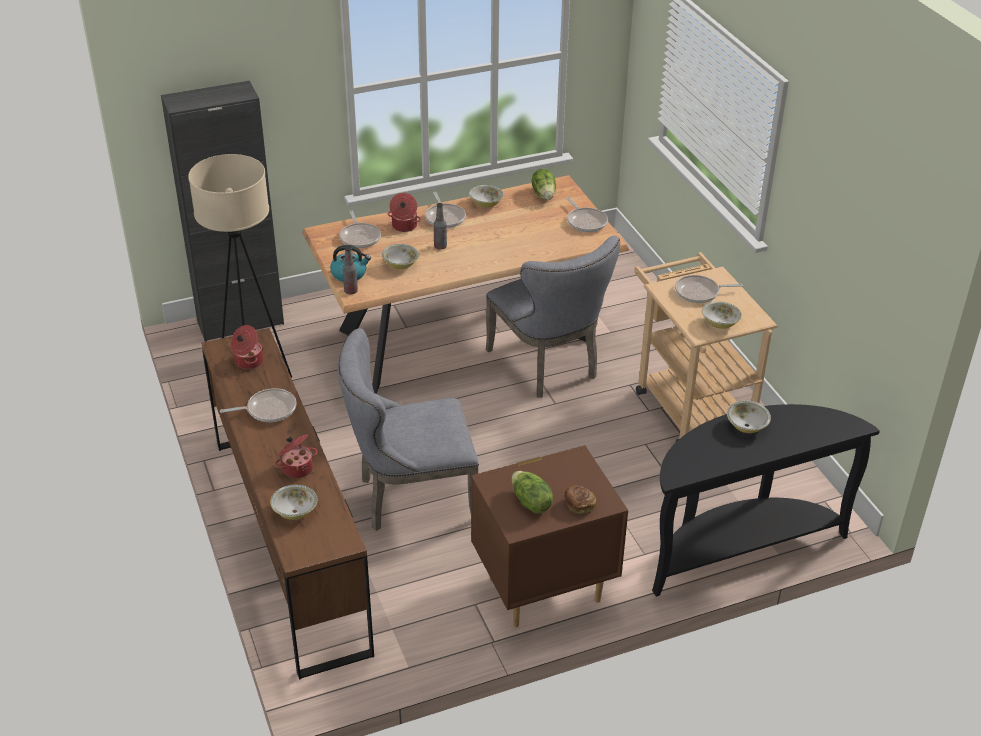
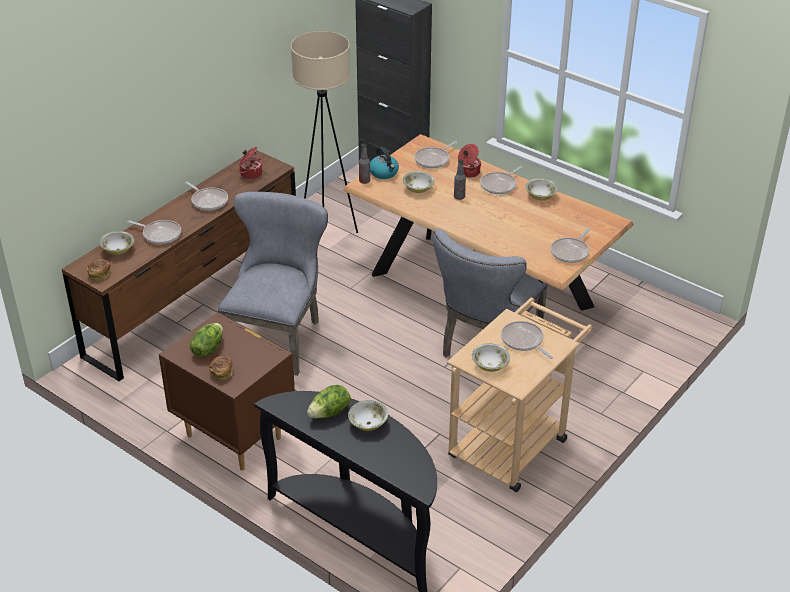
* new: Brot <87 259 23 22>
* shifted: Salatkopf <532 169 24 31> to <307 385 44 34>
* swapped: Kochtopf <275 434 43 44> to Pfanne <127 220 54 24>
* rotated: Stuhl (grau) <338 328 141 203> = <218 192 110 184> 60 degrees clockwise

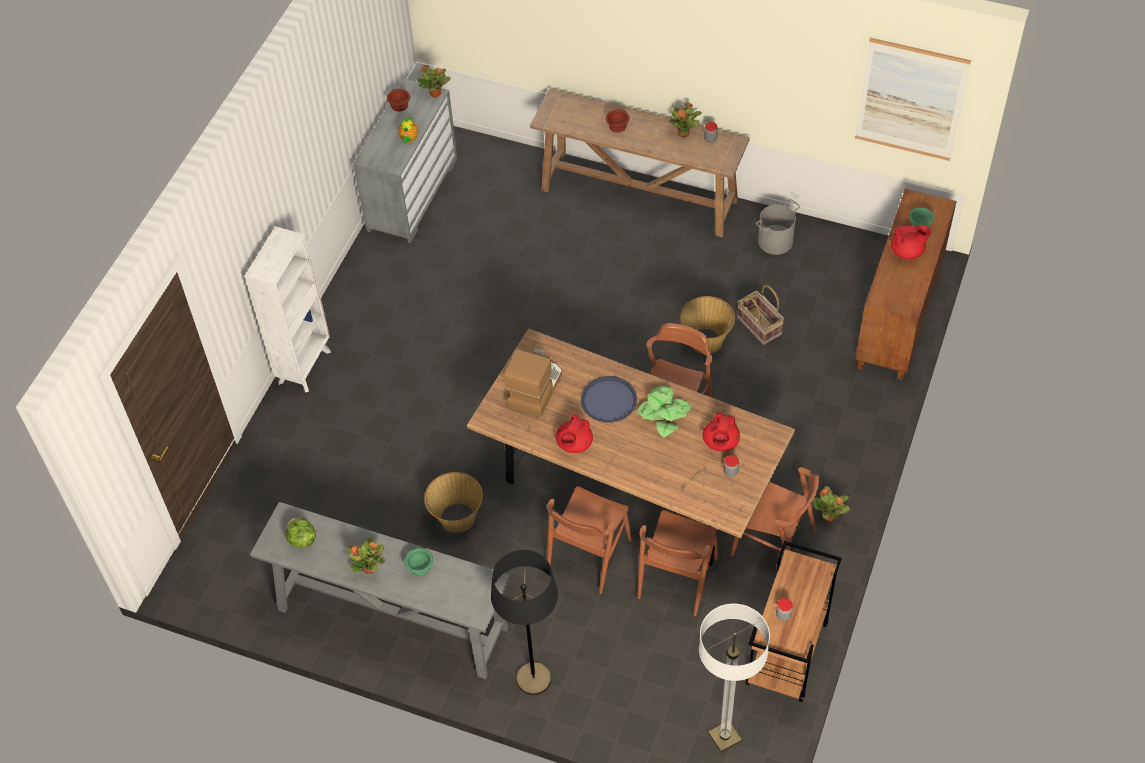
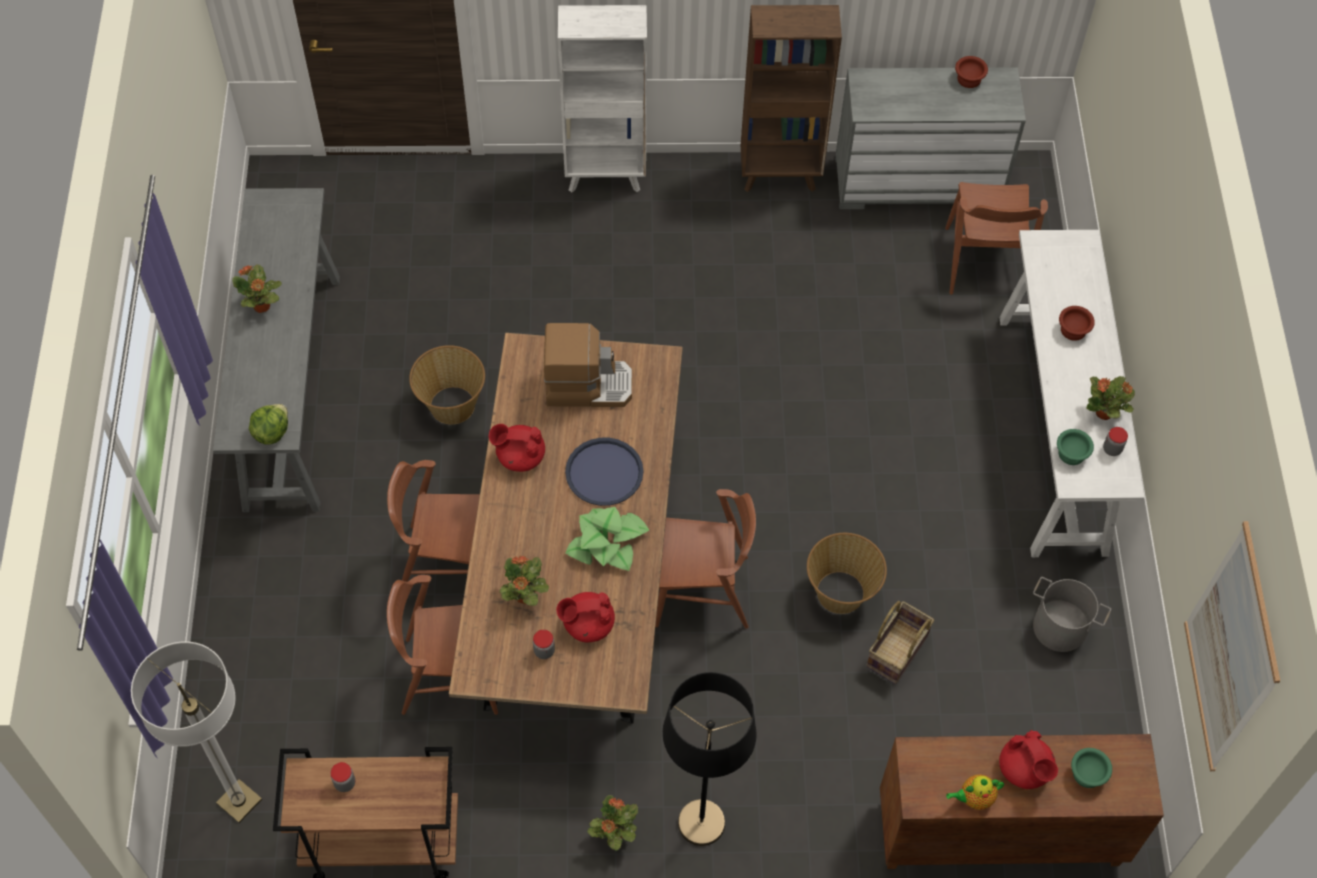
* new: Bücherregal (braun) <741 5 101 187>
* shifted: Salatkopf <286 518 30 30> to <249 404 39 41>
* shifted: Teekanne <398 117 20 26> to <946 774 58 36>
* shifted: Schüssel (grün) <404 548 29 28> to <1057 429 37 36>
* shifted: Topfpflanze <416 64 34 33> to <499 556 50 50>
* shifted: Stehlampe (schwarz) <491 549 67 146> to <663 672 94 174>
* shifted: Stuhl (braun) <731 467 88 89> to <945 182 103 113>
* repainted: Konsolentisch (braun) <530 88 220 149> to Konsolentisch (weiß) <999 230 145 327>

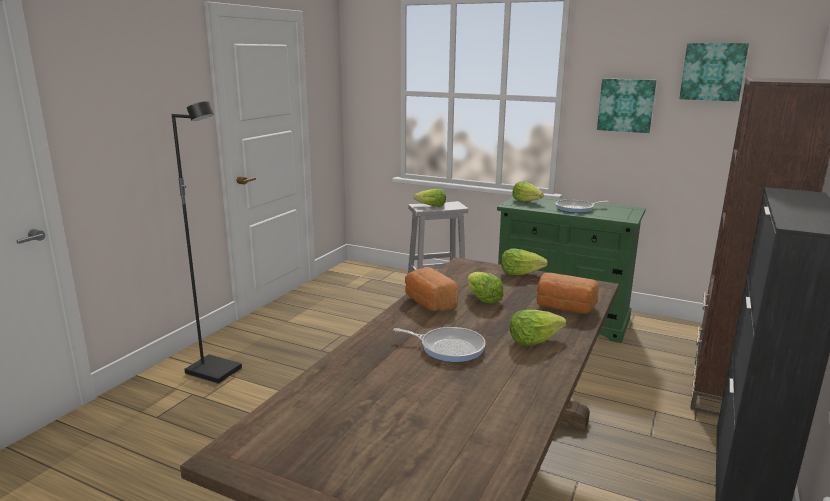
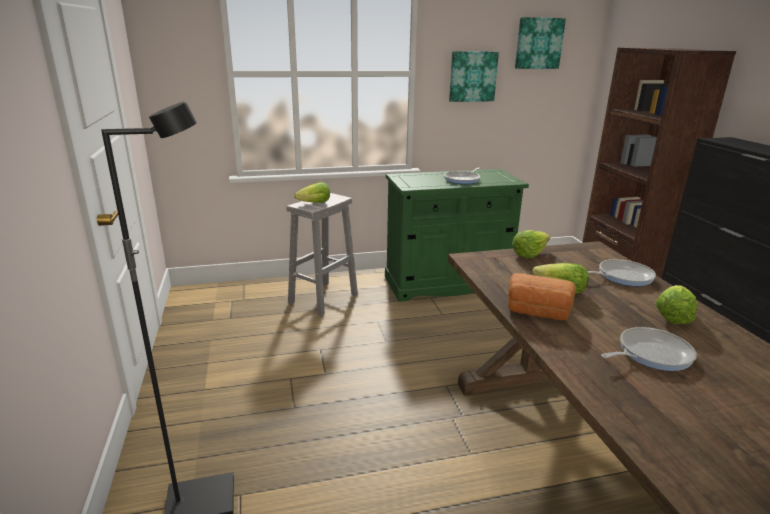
* gone: Salatkopf <512 181 32 21>
* swapped: Brot <537 273 62 41> to Pfanne <588 259 68 27>

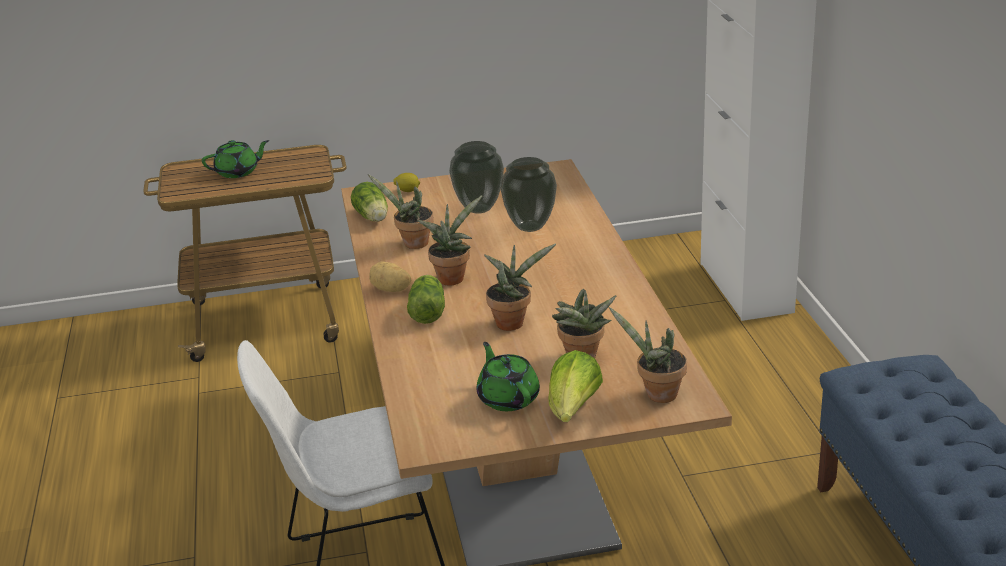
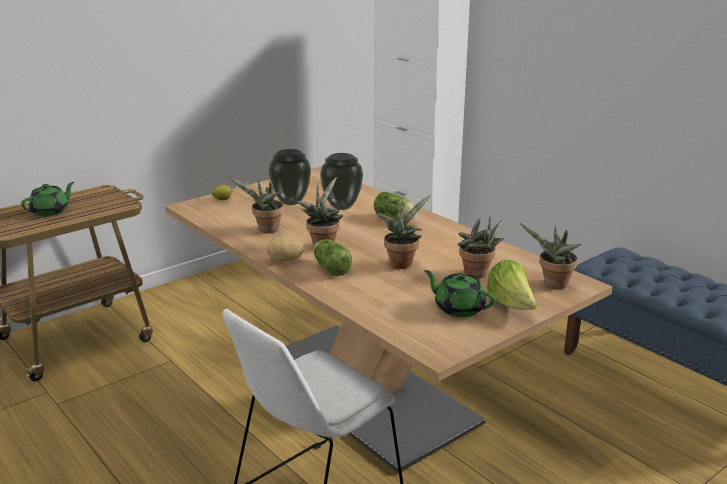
* shifted: Salatkopf <351 182 37 40> to <374 192 43 28>

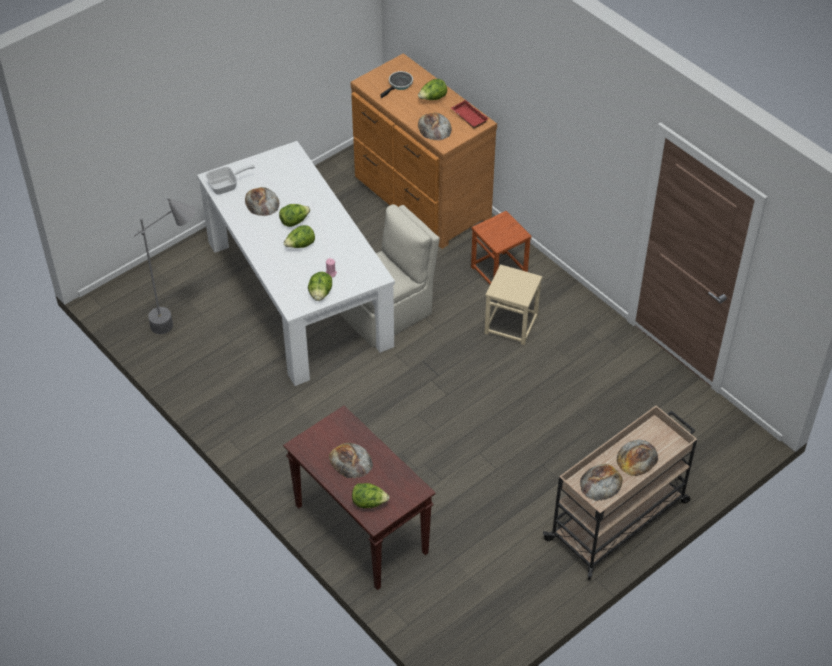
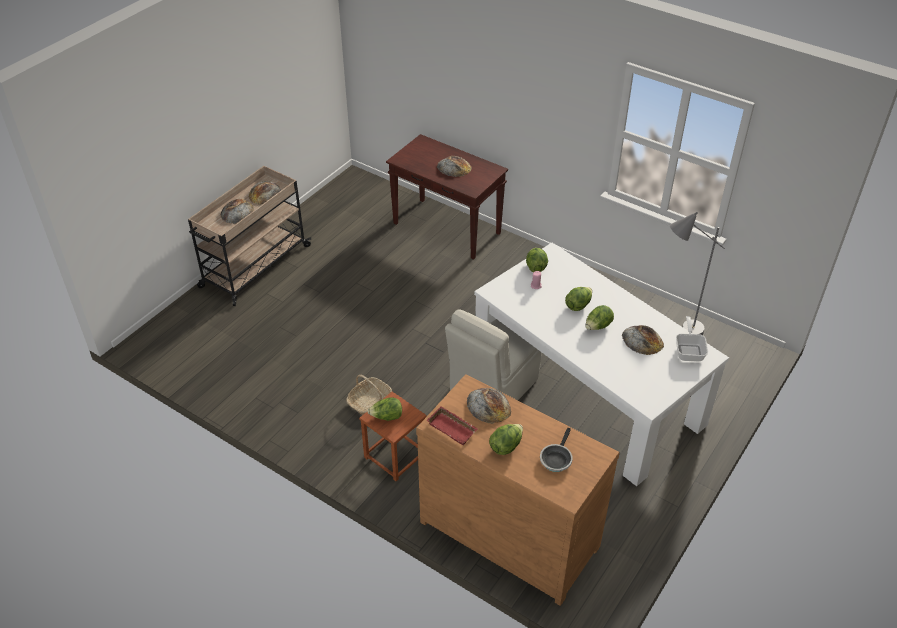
* shifted: Salatkopf <352 483 38 25> to <367 397 35 24>
* swapped: Hocker (beige) <484 264 58 81> to Korb <346 375 46 40>
* rotated: Pfanne <205 165 50 30> = <676 316 32 46> 135 degrees clockwise

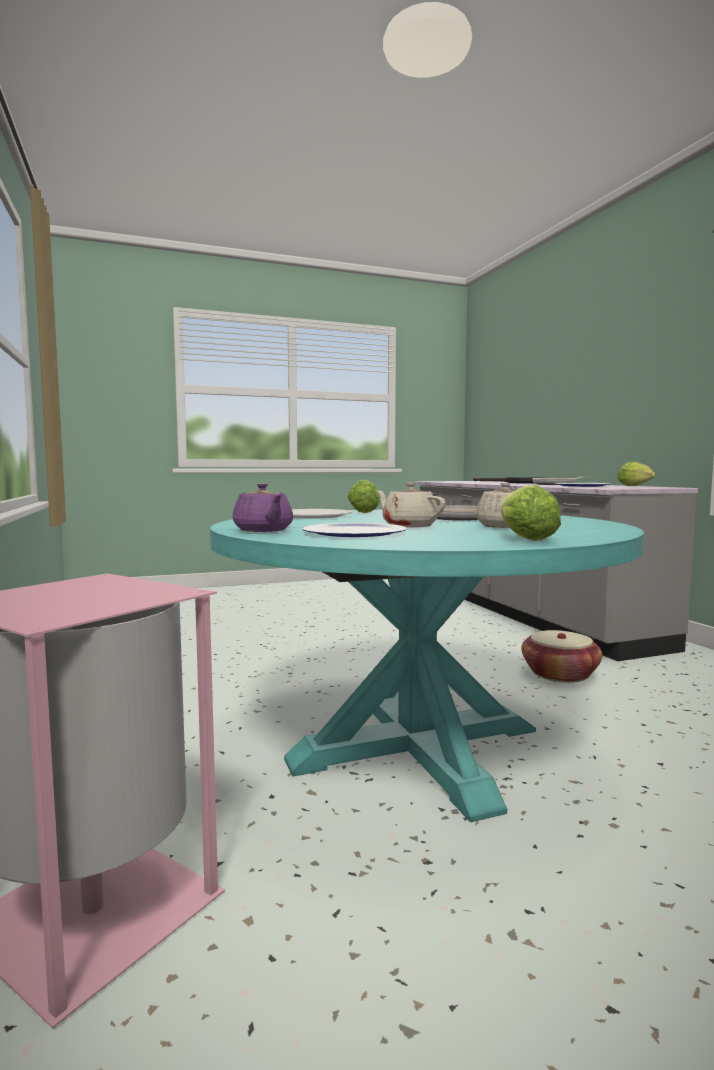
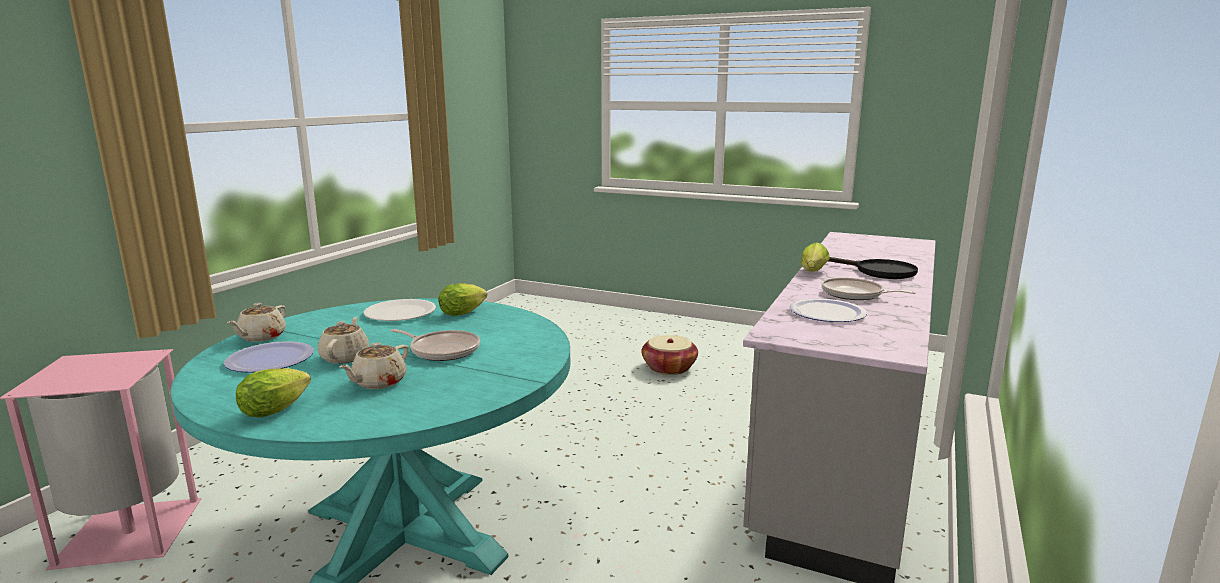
* shifted: Korb <521 630 81 53> to <642 335 56 40>
* shifted: Salatkopf <617 462 38 24> to <801 242 29 30>
* repainted: Teekanne (lila) <232 483 61 49> to Teekanne (beige) <227 303 59 39>

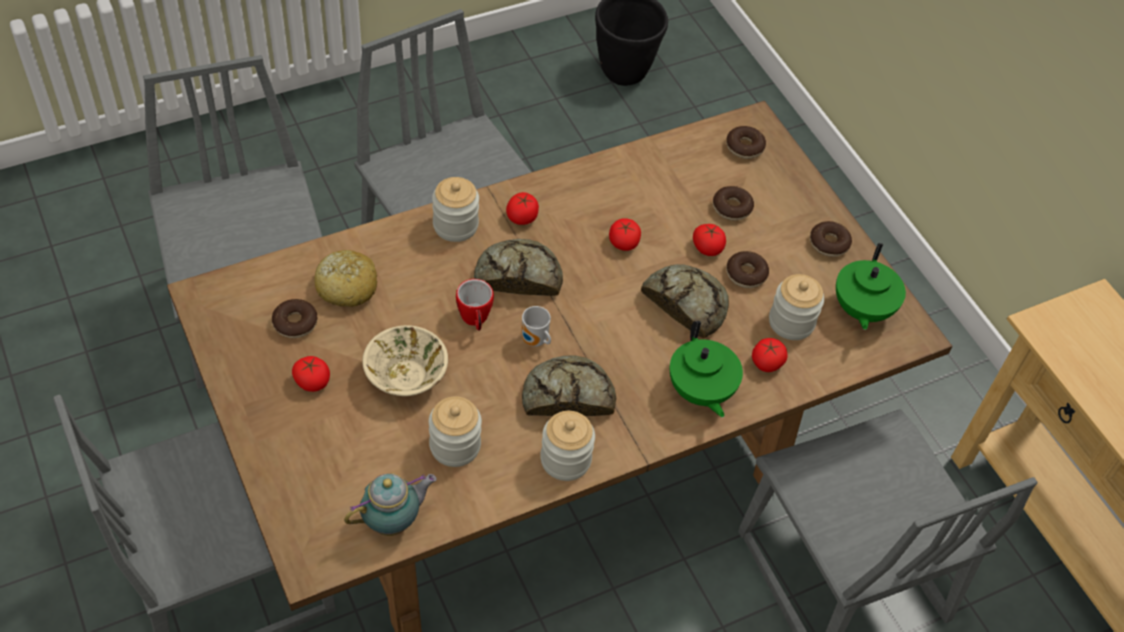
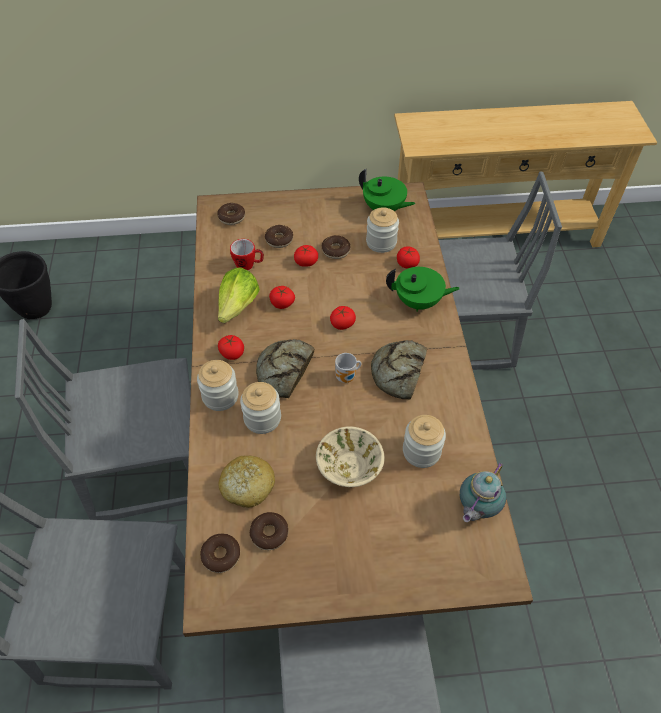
* gone: Brot <641 264 88 75>
* new: Salatkopf <218 267 42 56>
* shifted: Tomate <292 356 38 36> to <330 306 26 24>
* shifted: Henkelbecher <456 279 38 52> to <230 239 34 31>
* shifted: Vorratsglas <540 411 55 70> to <240 382 41 52>
* shifted: Donut <810 221 42 36> to <200 534 40 39>
* rotated: Teekanne <344 473 93 63> = <460 462 47 60> 135 degrees counterclockwise

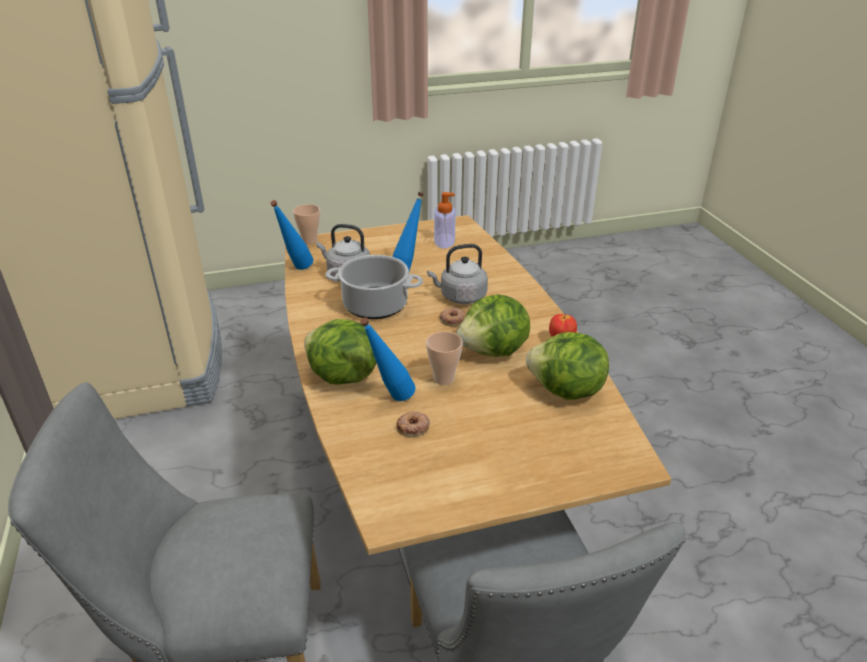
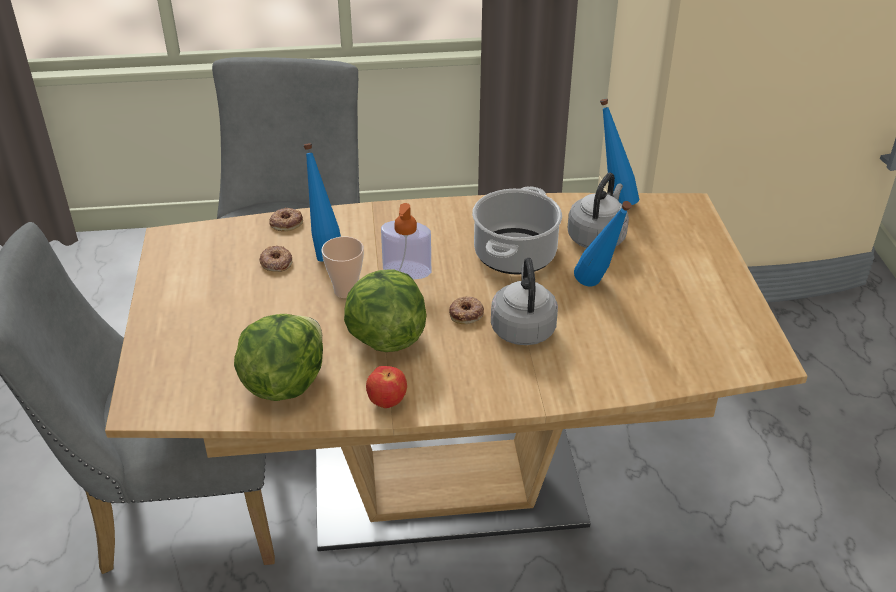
* gone: Tasse <293 204 27 41>
* gone: Salatkopf <304 319 72 66>
* new: Donut <269 208 34 23>
* shifted: Seifenspender <434 192 22 57> to <381 203 50 76>

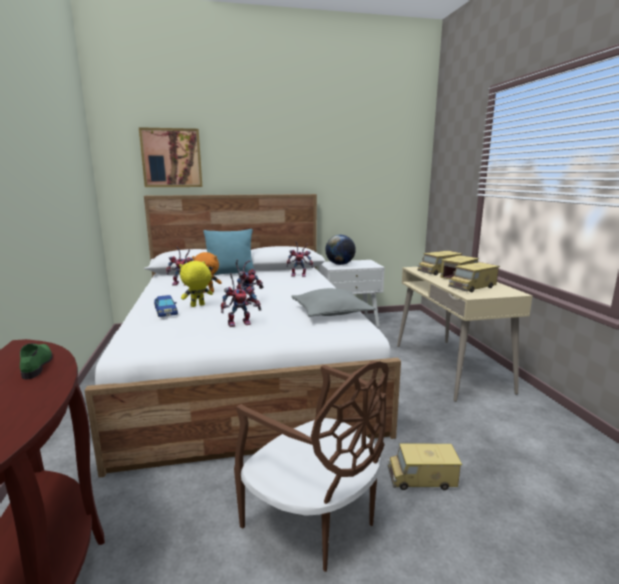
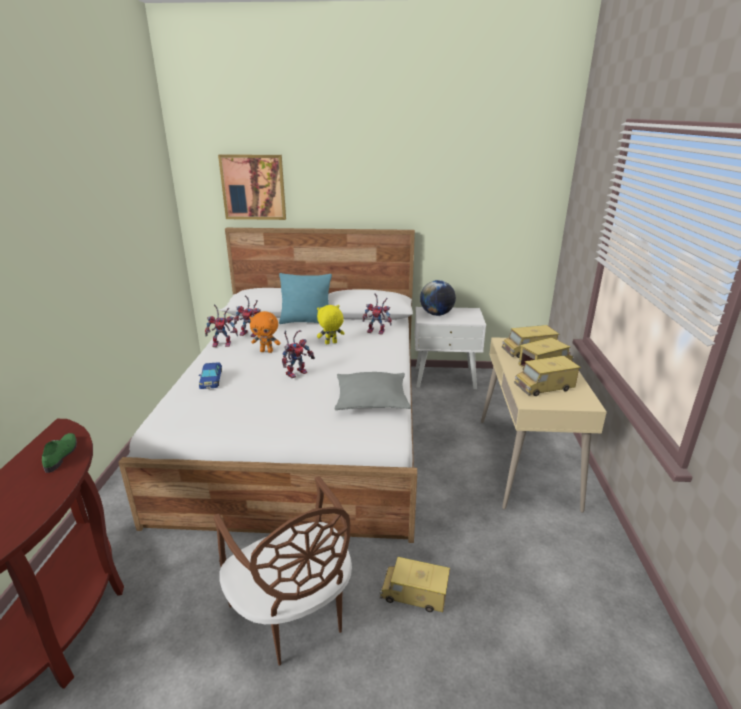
* shifted: Plüschtier (gelb) <179 261 34 46> to <317 305 28 40>
* shifted: Spielzeugroboter <221 273 40 54> to <205 305 33 42>

